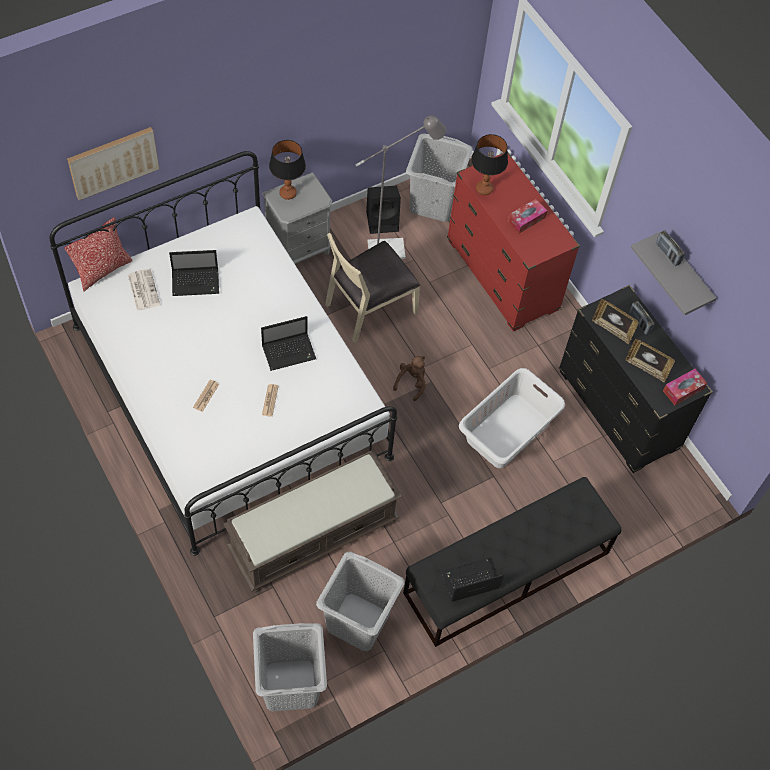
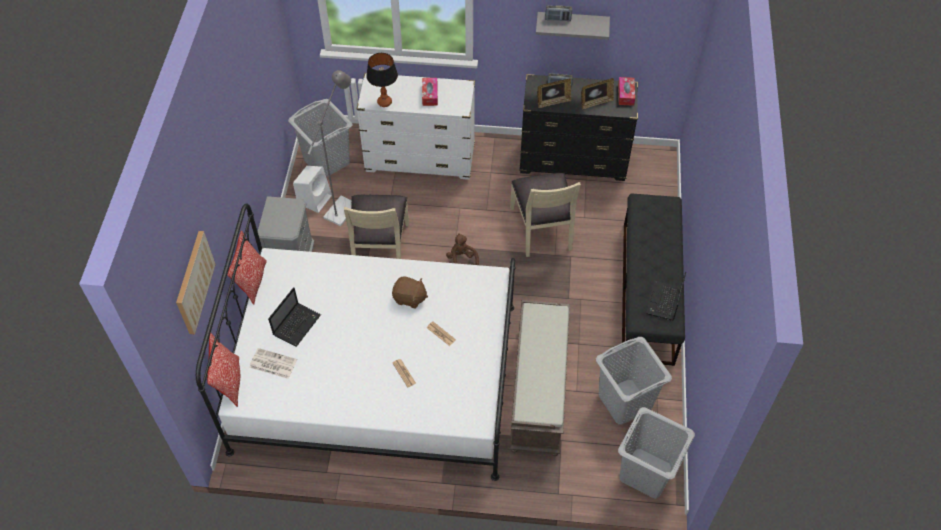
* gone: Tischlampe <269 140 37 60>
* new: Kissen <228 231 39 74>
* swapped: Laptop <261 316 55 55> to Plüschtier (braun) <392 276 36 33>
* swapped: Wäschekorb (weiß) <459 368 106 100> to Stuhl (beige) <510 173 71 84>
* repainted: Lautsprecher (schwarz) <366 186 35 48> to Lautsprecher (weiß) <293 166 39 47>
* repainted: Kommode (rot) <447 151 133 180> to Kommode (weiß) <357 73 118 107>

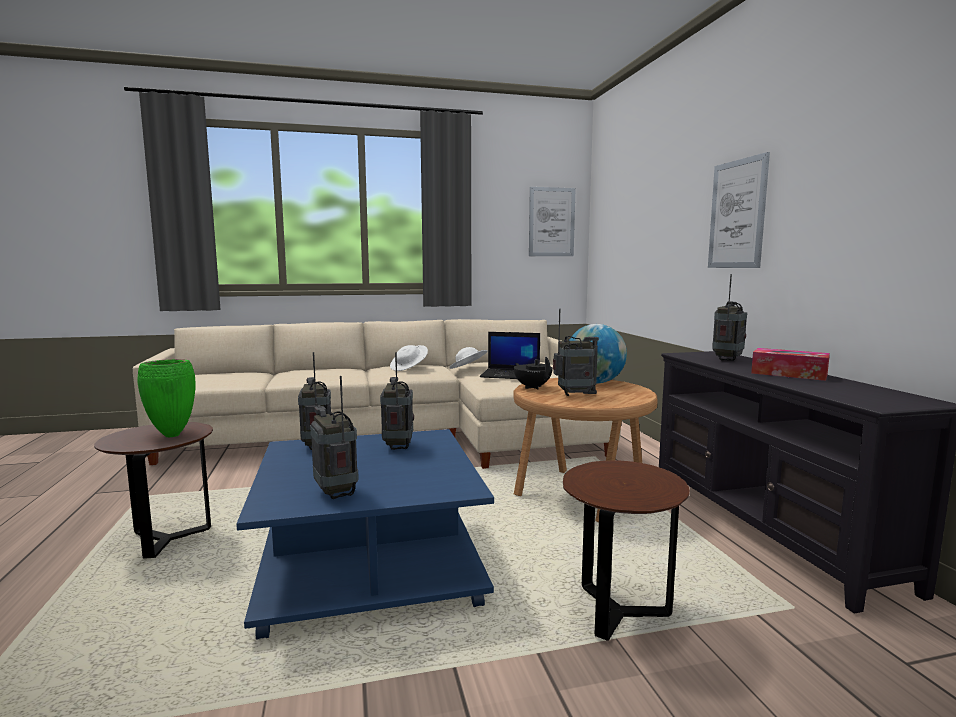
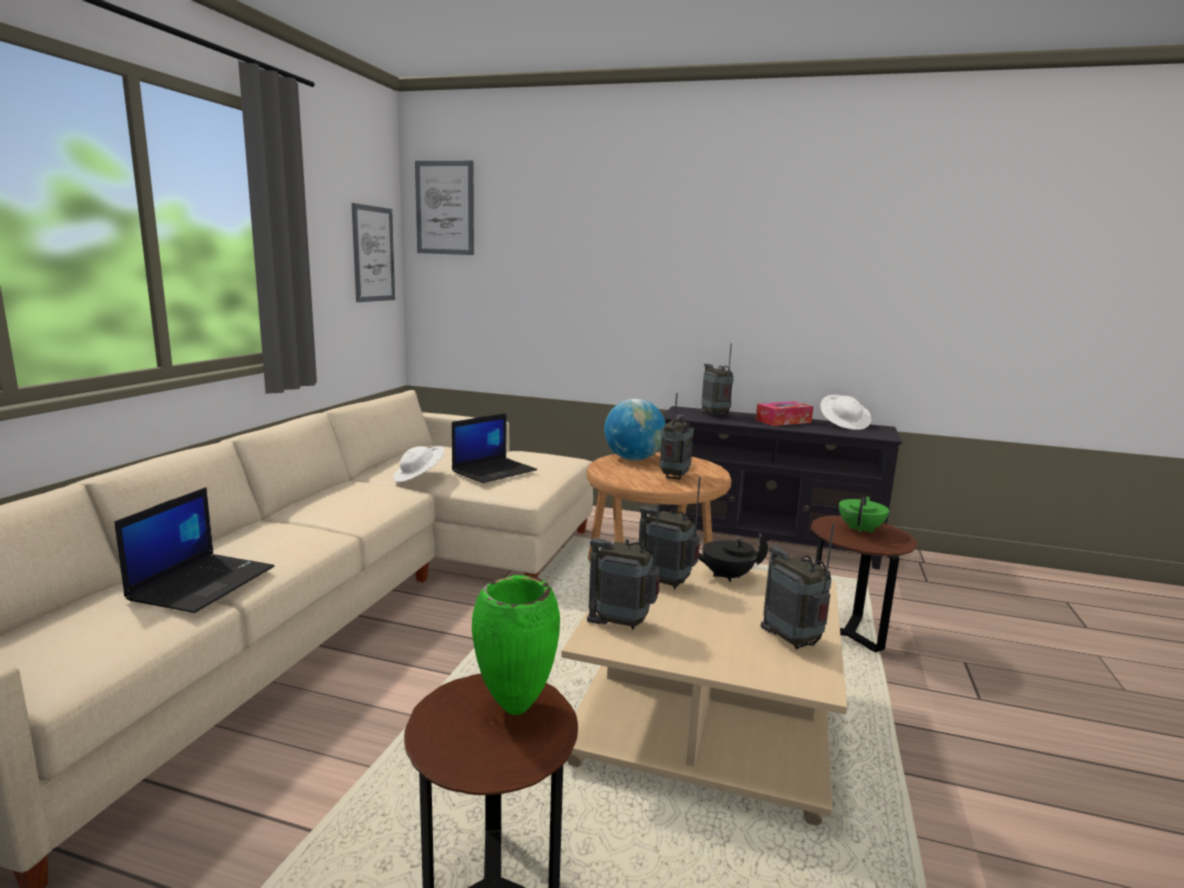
* new: Laptop <115 487 159 126>
* new: Teekanne (grün) <839 497 50 37>
* shifted: Hut (weiß) <390 345 38 26> to <820 395 51 35>
* shifted: Teekanne (schwarz) <514 357 39 32> to <698 534 70 48>
* shifted: Bild <708 152 62 116> to <415 161 59 94>
* repainted: Couchtisch (blau) <236 429 258 211> to Couchtisch (beige) <561 561 286 265>
* rotated: Radio <310 376 49 123> = <761 523 73 126> 60 degrees clockwise

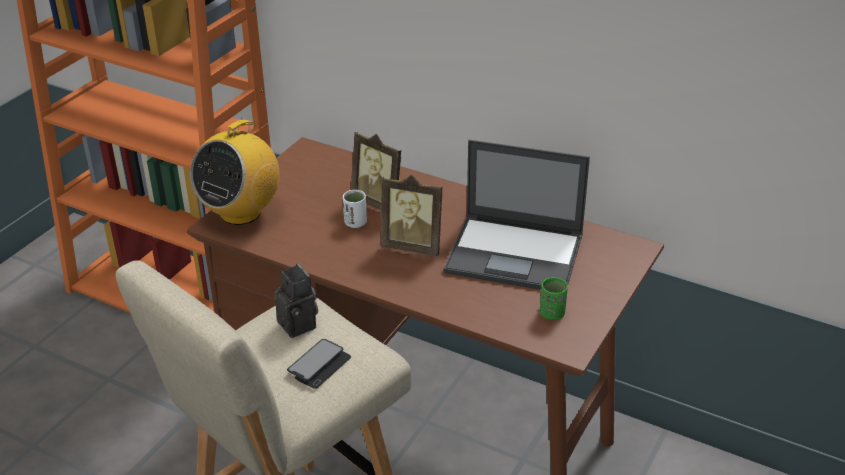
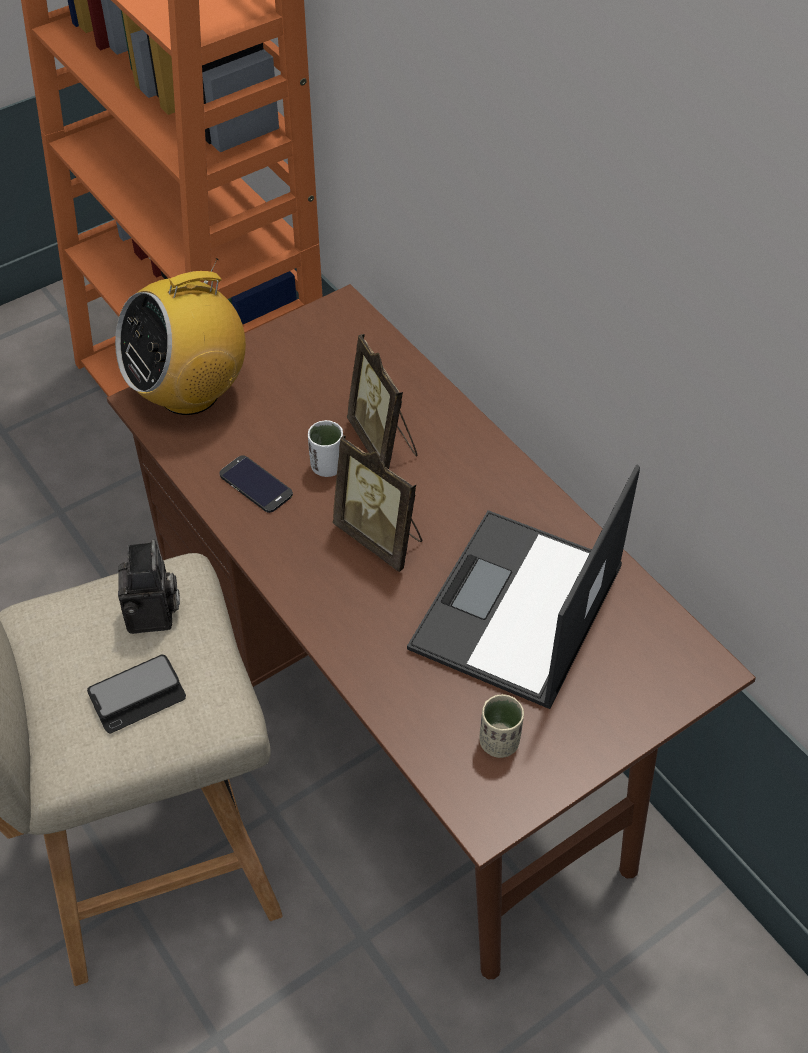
* new: Handy <219 455 74 58>
* repainted: Tasse (grün) <540 277 28 43> to Tasse (beige) <479 694 45 64>
* rotated: Laptop <444 140 146 150> = <407 464 233 245> 75 degrees clockwise

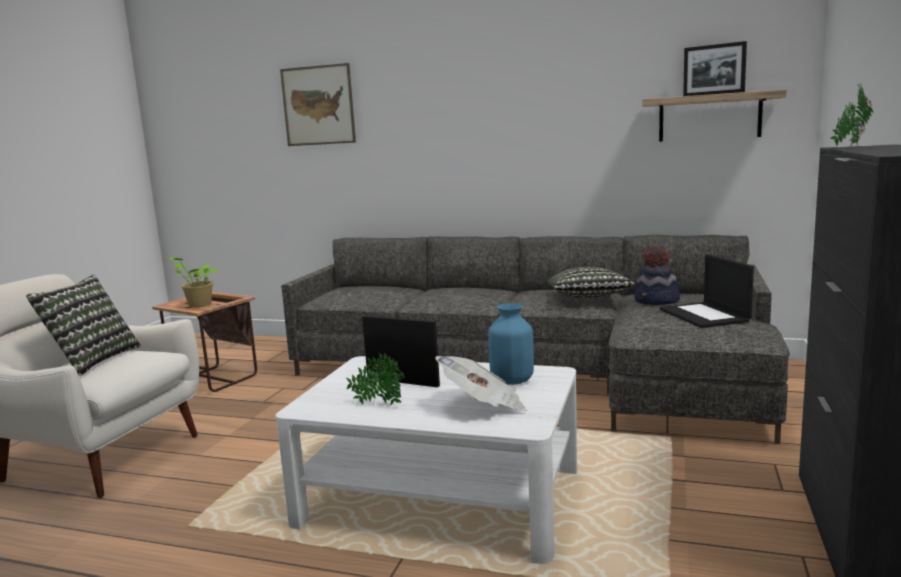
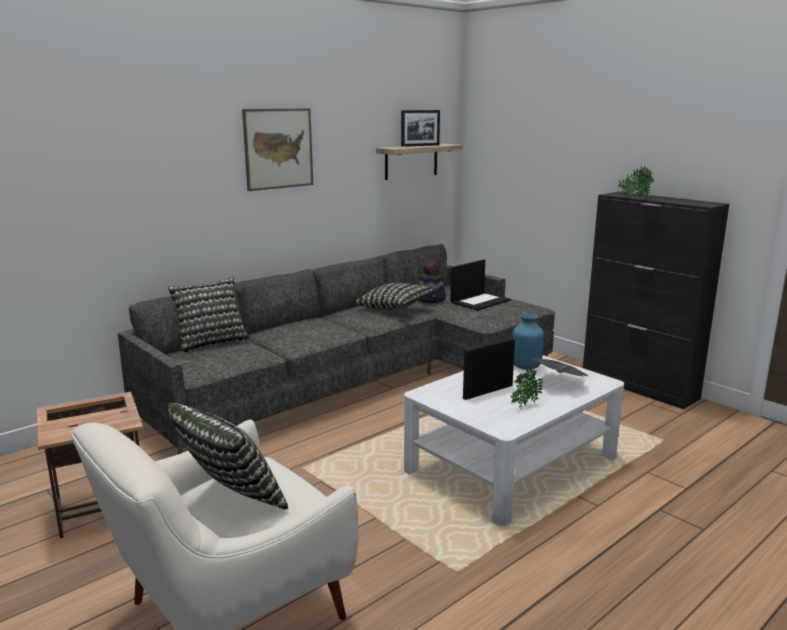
* gone: Topfpflanze <168 257 50 50>
* new: Kissen <168 277 82 76>
* shifted: Bild <280 63 76 83> to <242 108 71 83>
* rotated: Laptop <660 254 94 74> = <450 259 61 52> 60 degrees counterclockwise

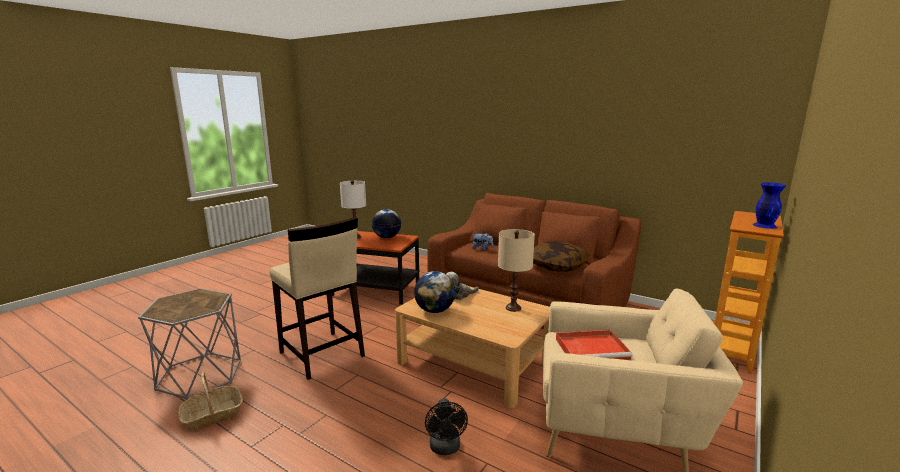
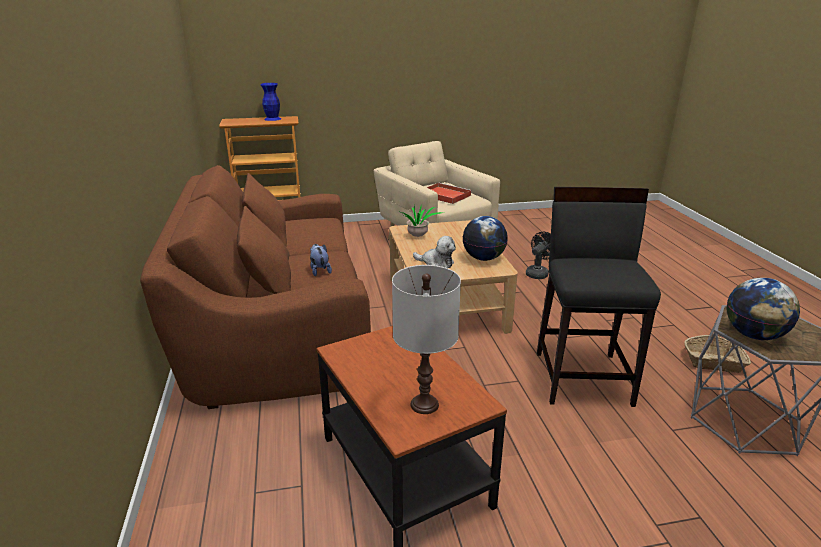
* gone: Kissen <533 241 57 31>
* shifted: Globus <372 209 29 29> to <726 278 74 62>
* swapped: Tischlampe (beige) <498 229 37 83> to Topfpflanze <398 204 46 33>
* repainted: Hocker (beige) <269 217 96 163> to Hocker (schwarz) <537 187 124 220>

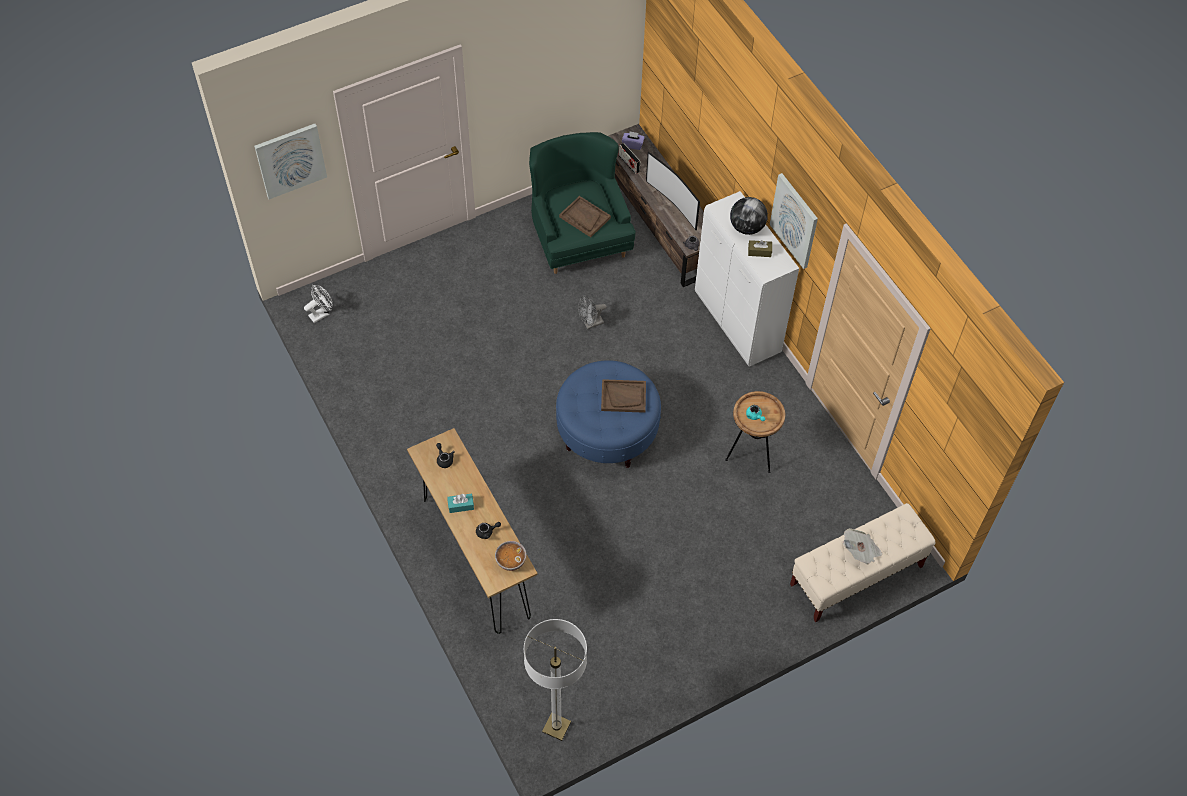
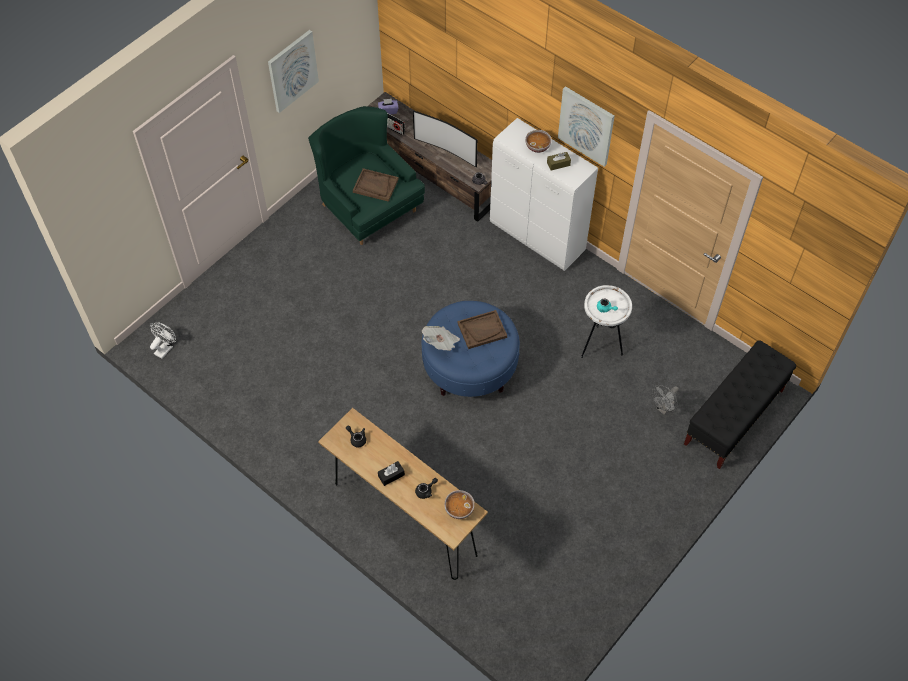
* gone: Stehlampe <524 619 63 122>
* shifted: Bild <254 124 73 75> to <268 30 51 83>
* shifted: Ventilator (grau) <578 295 29 34> to <652 385 27 30>
* shifted: Zeitung <843 528 40 36> to <422 326 38 25>
* swapped: Globus <730 197 38 38> to Schüssel <525 130 27 23>
* repainted: Taschentuchbox (türkis) <447 493 27 20> to Taschentuchbox (schwarz) <378 461 27 25>
* repainted: Beistelltisch (braun) <725 391 60 82> to Beistelltisch (weiß) <581 285 51 73>
* repainted: Bank (beige) <790 503 145 119> to Bank (schwarz) <684 340 112 129>

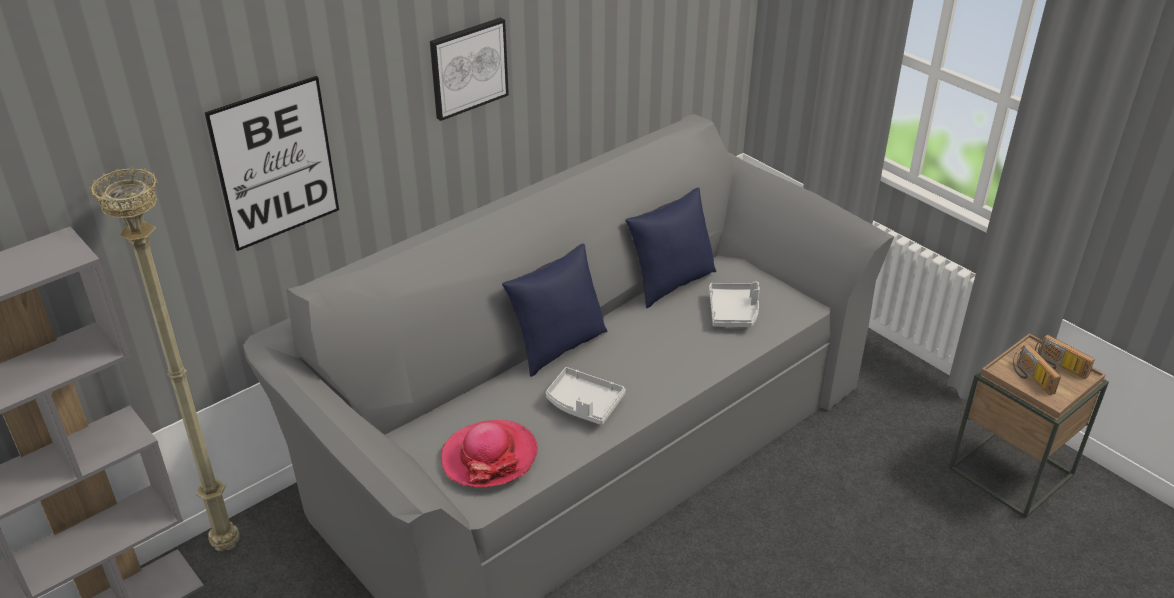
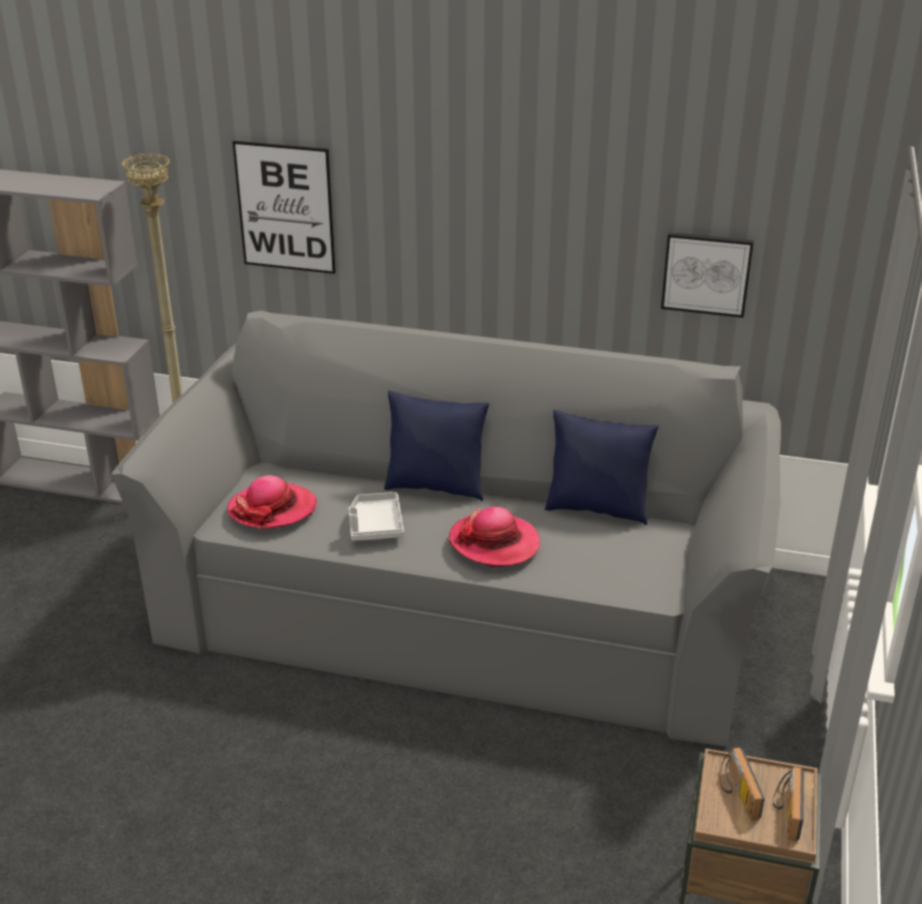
* gone: Tablett (grau) <709 282 51 45>
* new: Hut <448 506 92 61>
* shifted: Bild <430 17 79 104> to <661 232 93 86>
* rotated: Radio <1013 344 48 51> = <720 748 45 73> 45 degrees counterclockwise

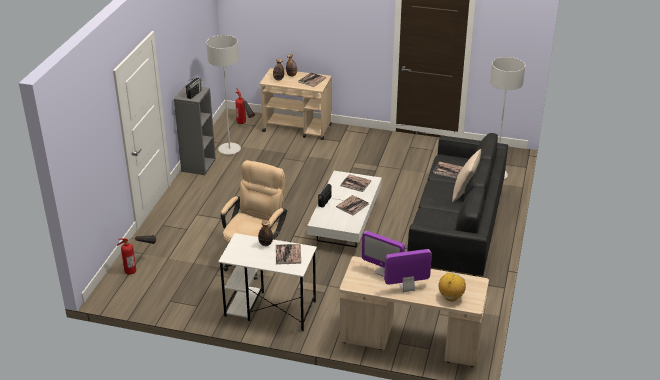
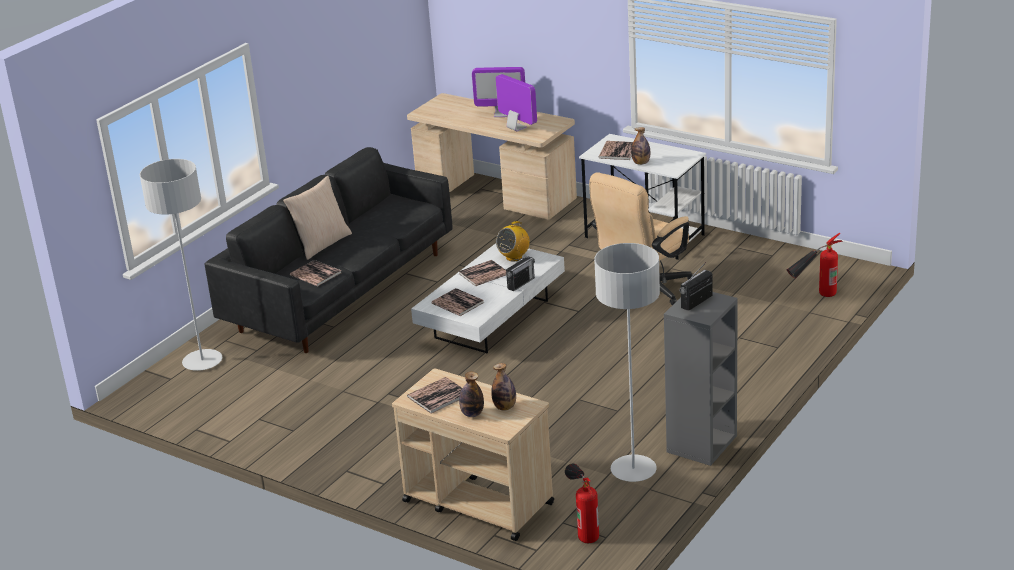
* shifted: Radio <439 273 27 28> to <496 221 34 41>

